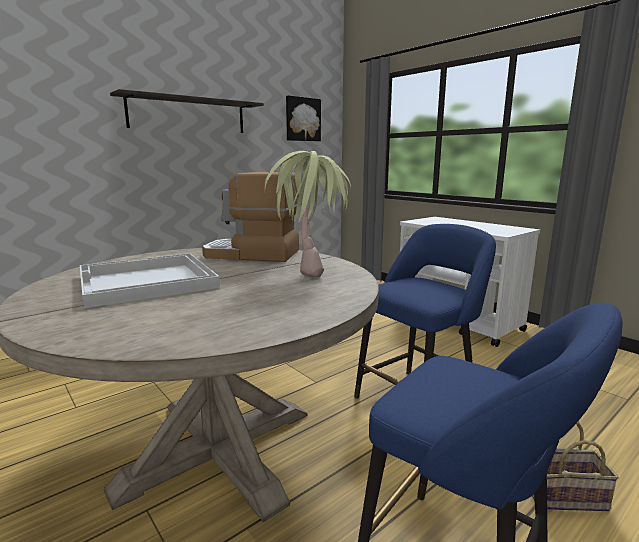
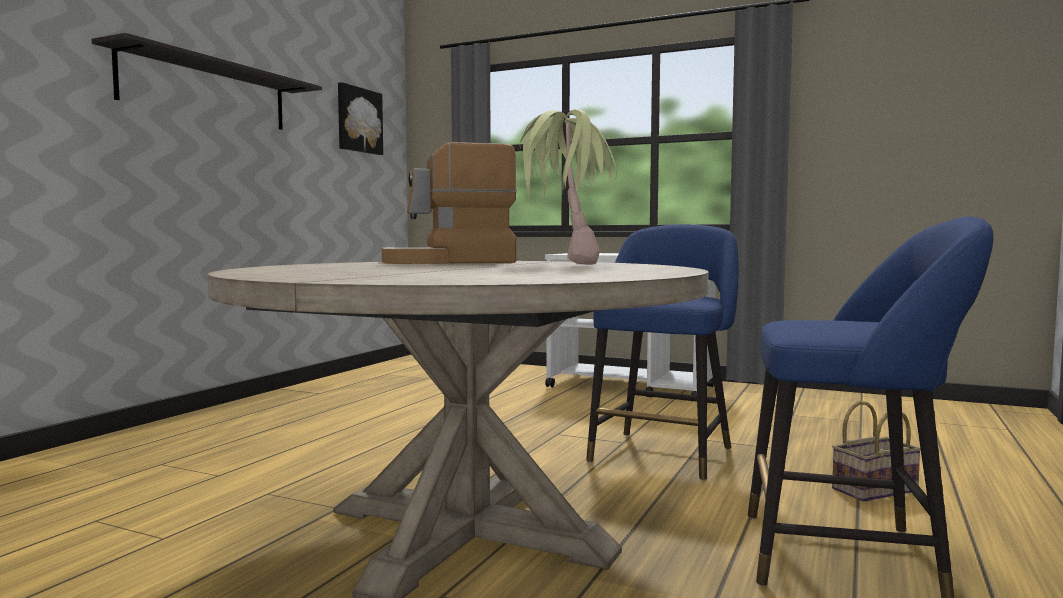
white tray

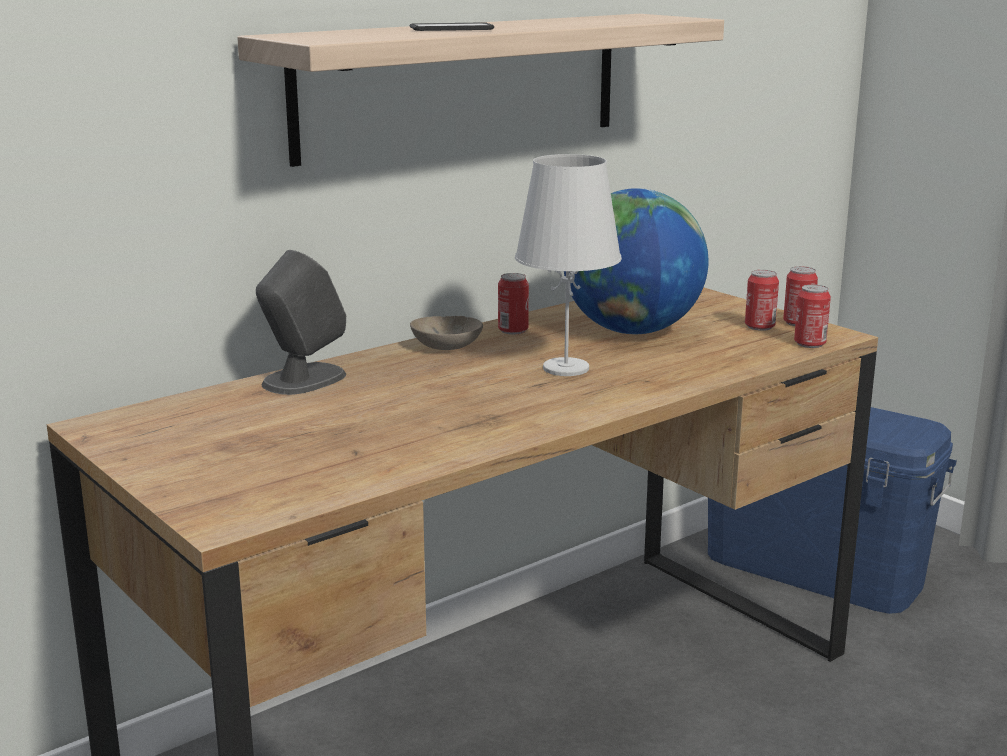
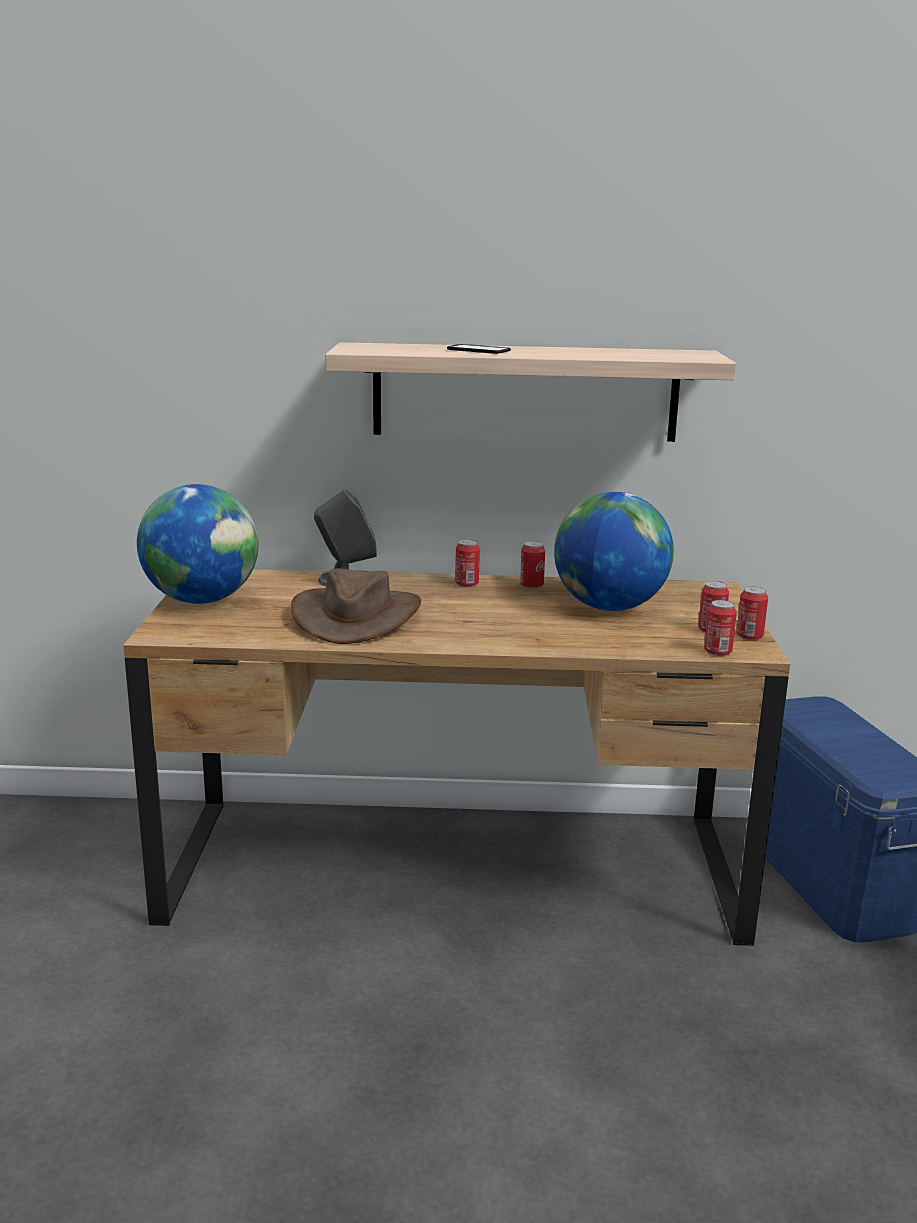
white table lamp; can (1st from left); globe (1st from left); brown hat

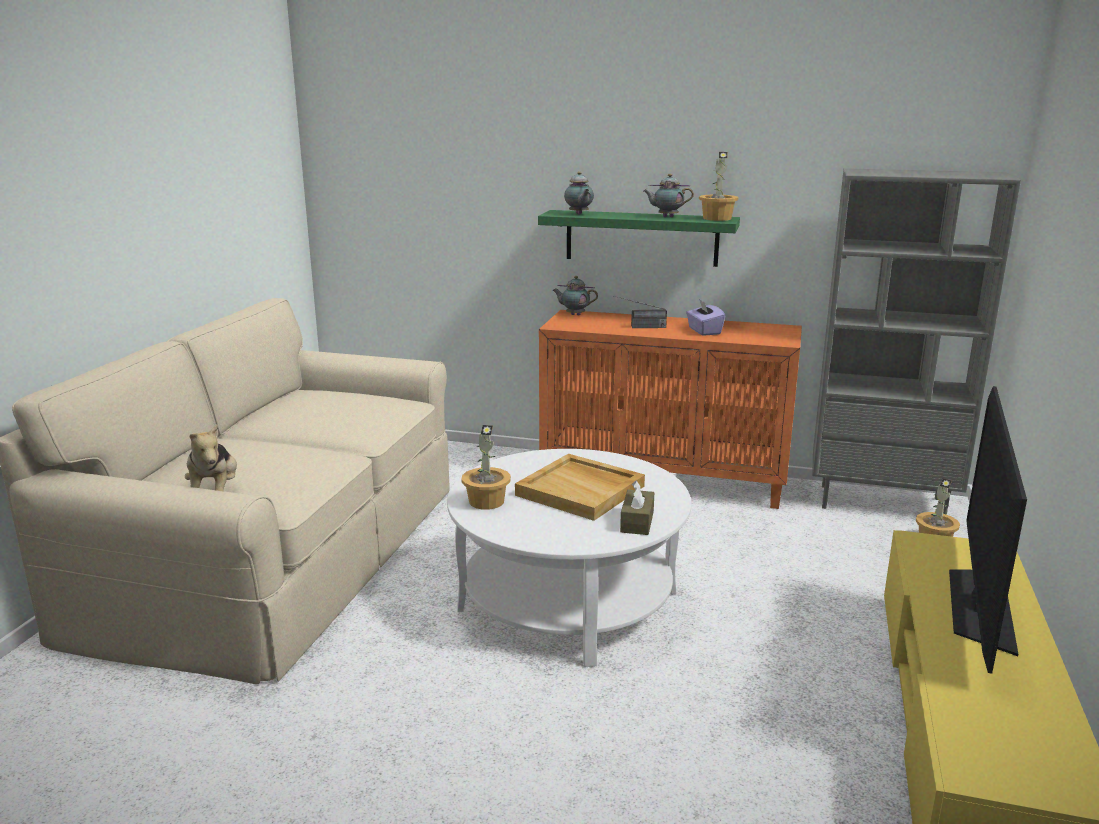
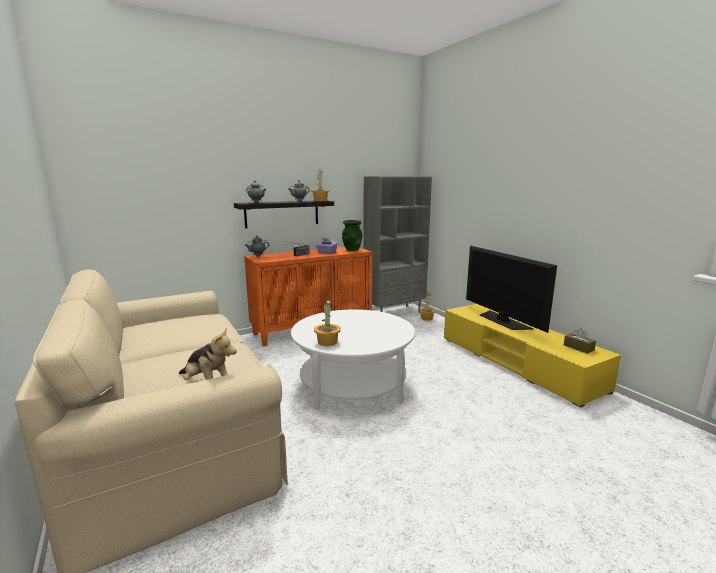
black shelf; beige tray; brown tissue box; green vase

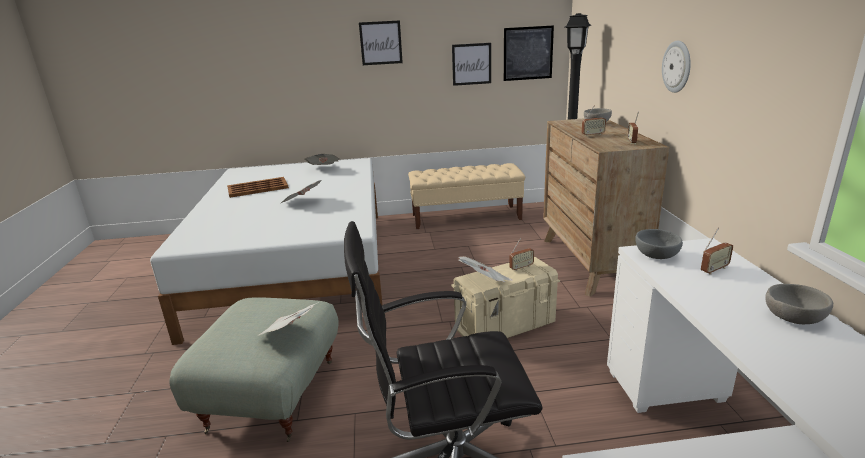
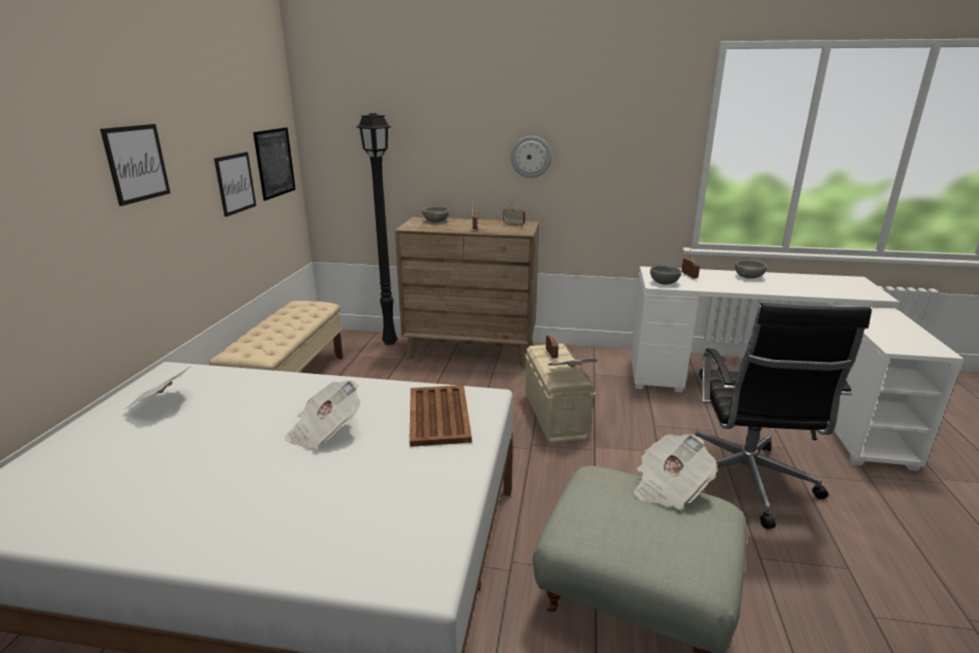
brown tray

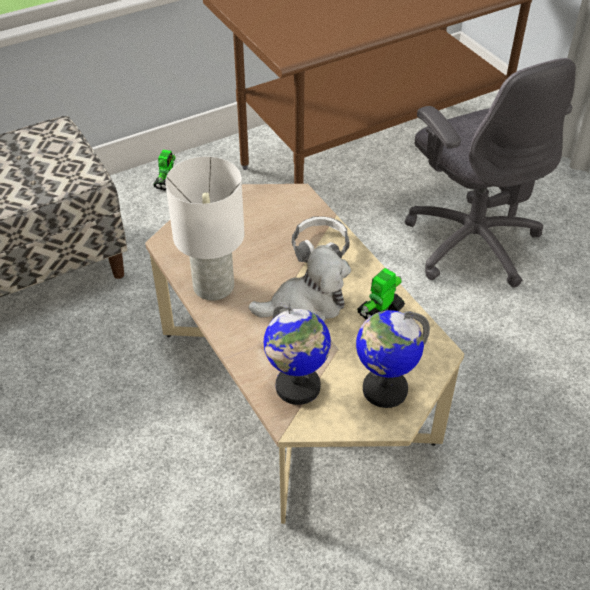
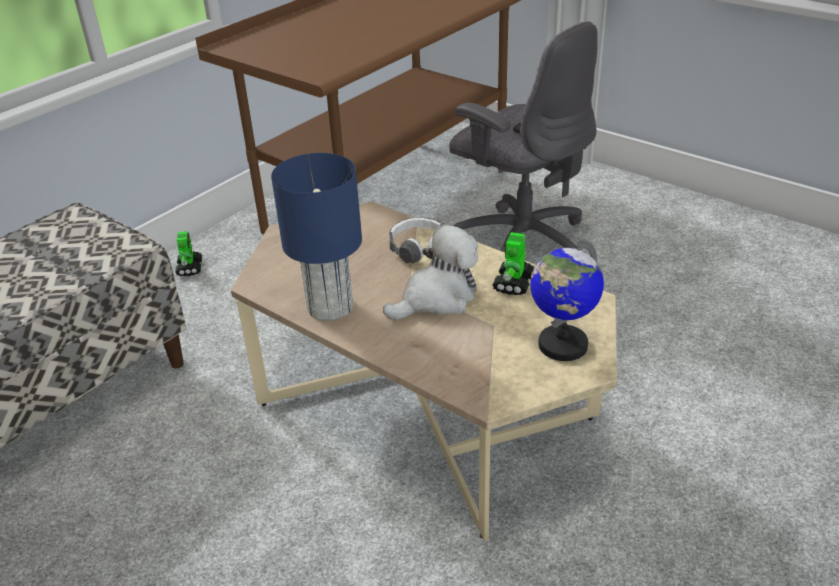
blue table lamp; globe (1st from left in the first image)

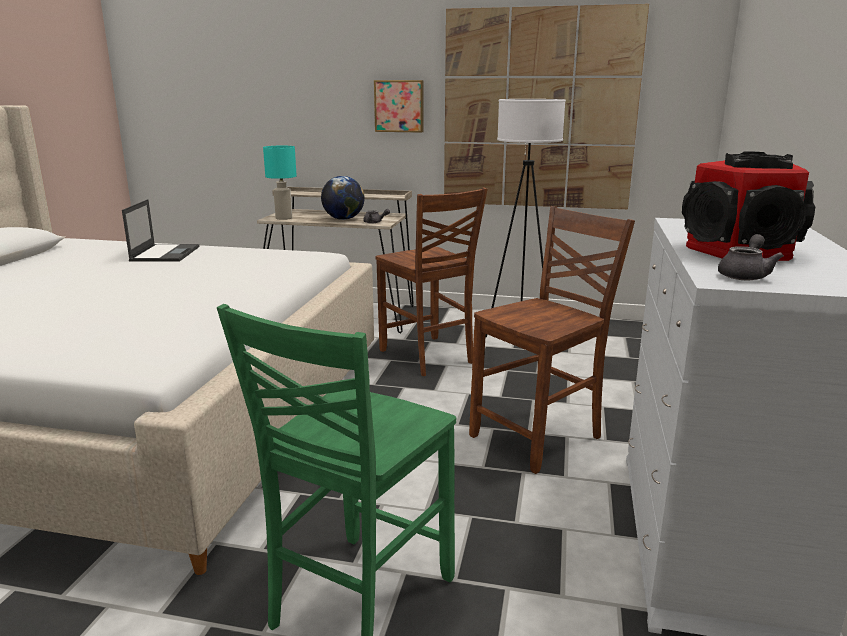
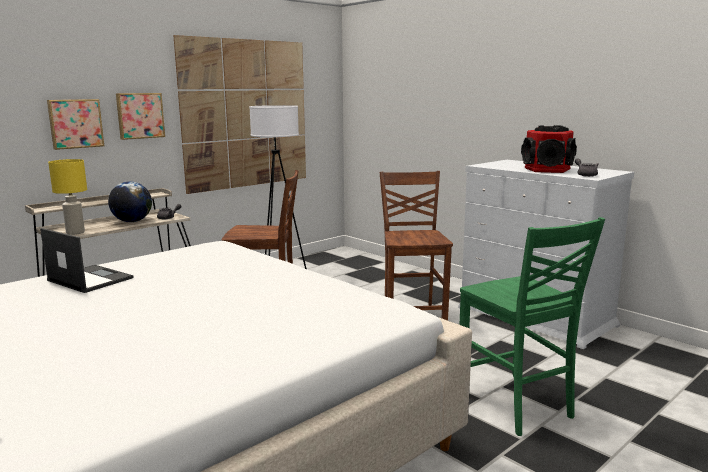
yellow table lamp; picture (1st from left)

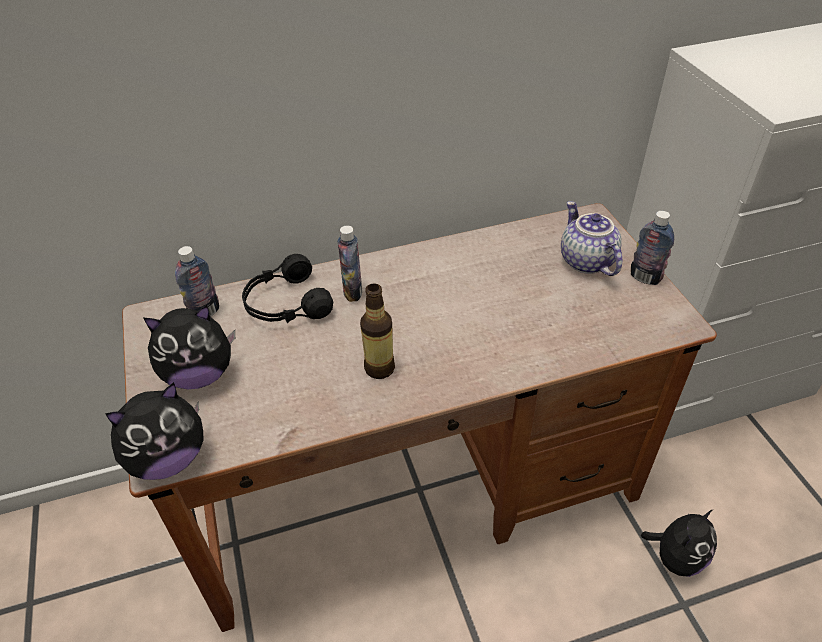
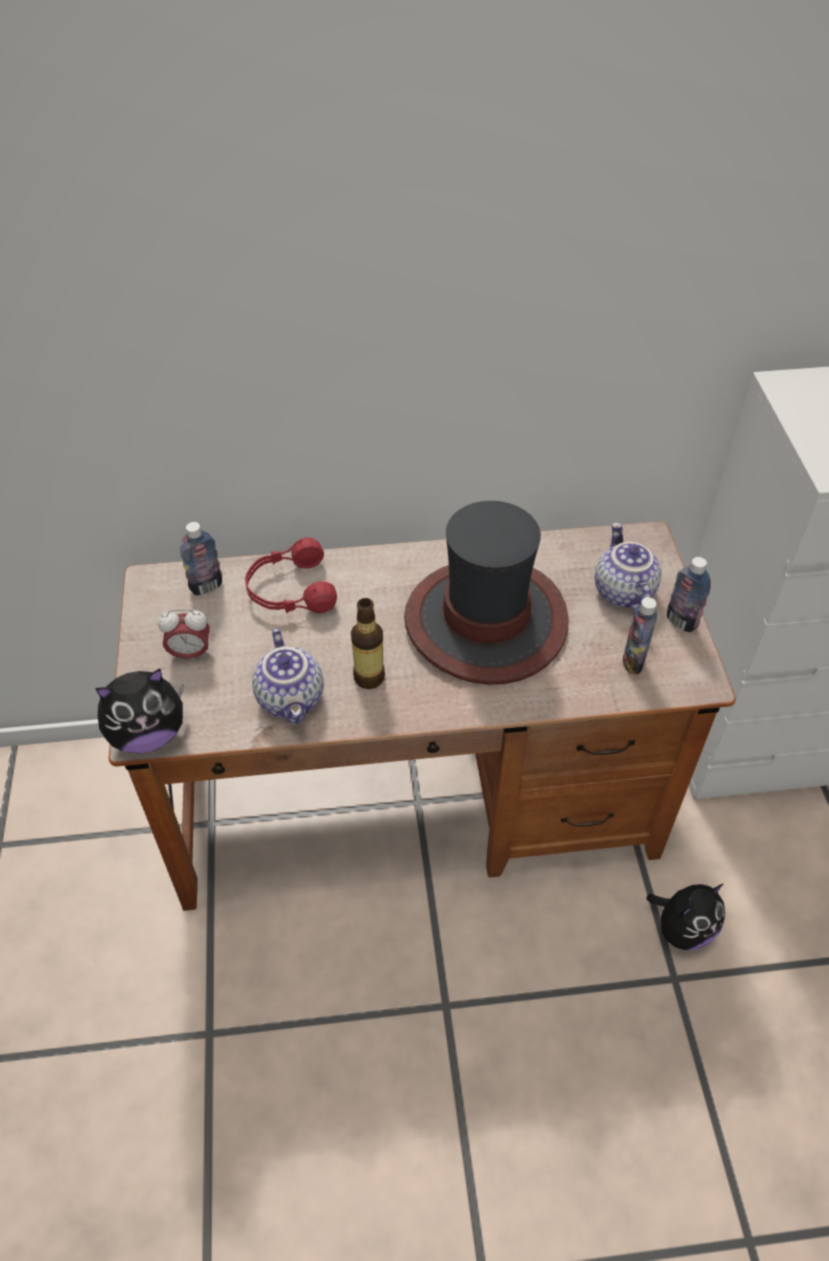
bottle (3rd from left); red headphones; alarm clock; hat; teapot (1st from left)

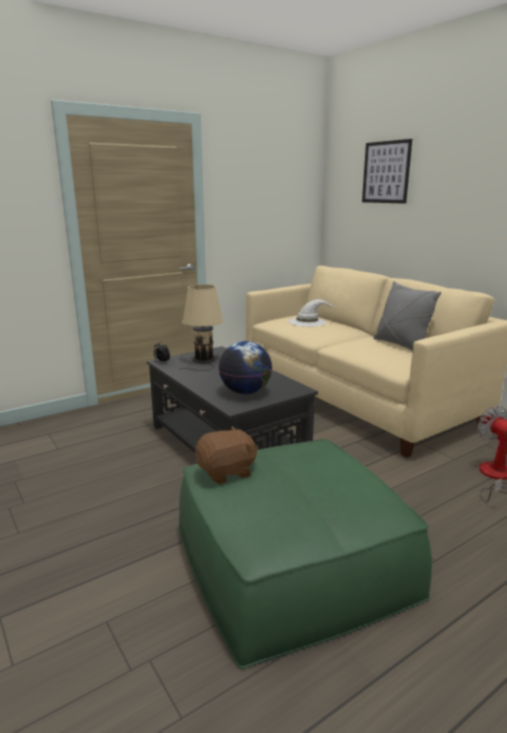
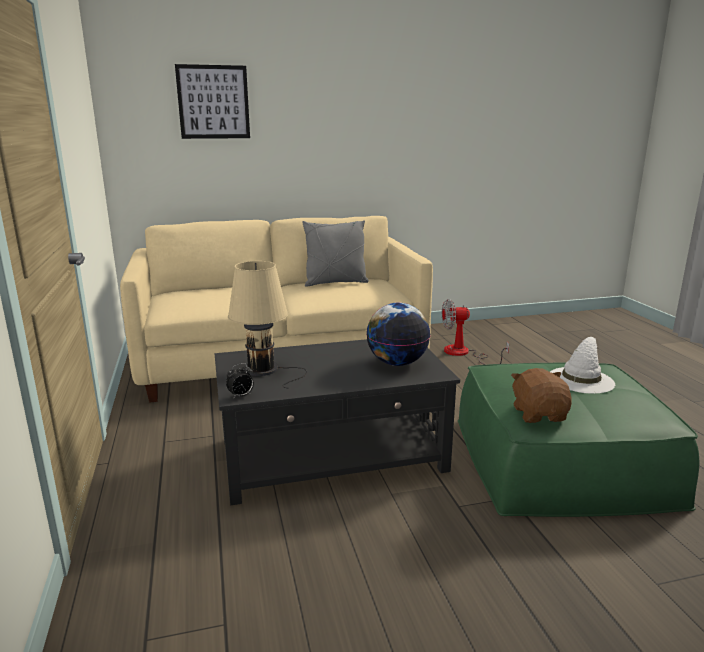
white hat

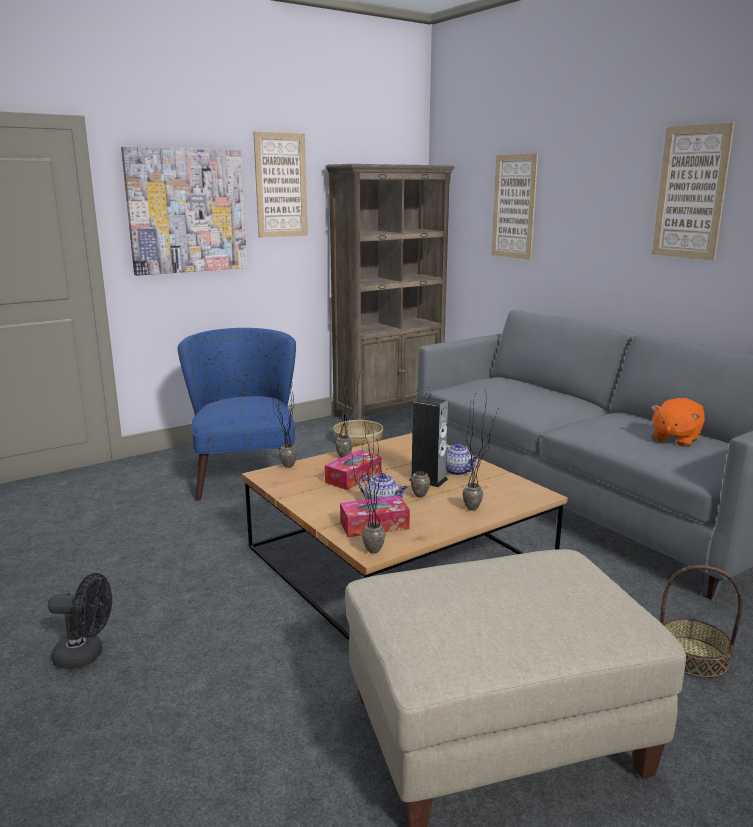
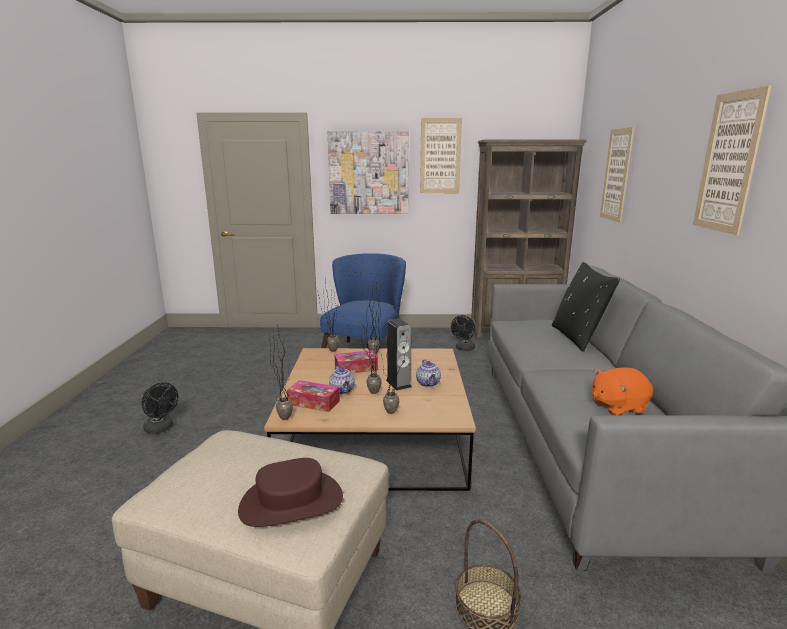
black fan (2nd from left); black pillow; brown hat

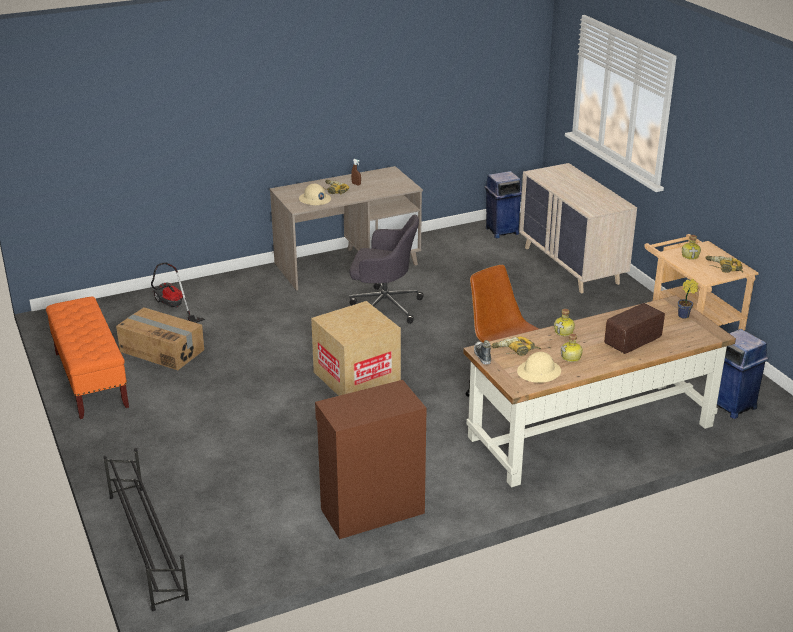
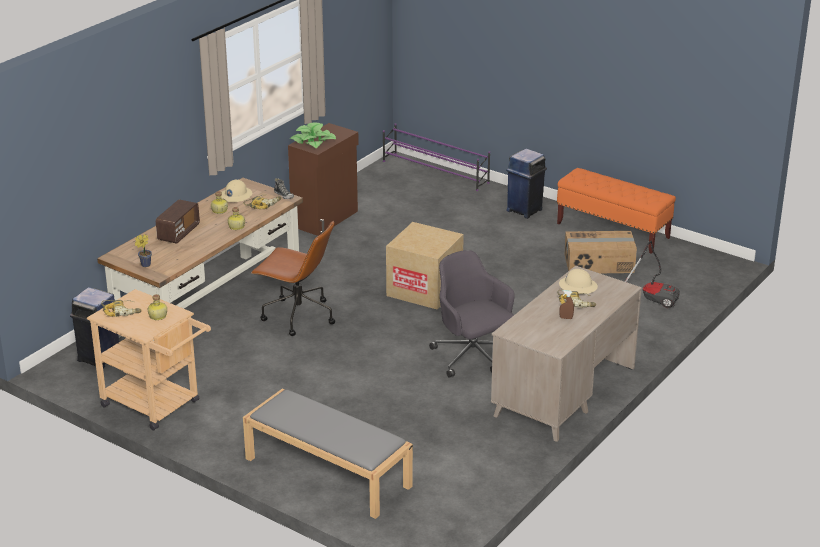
grey bench; blue trash can (2nd from left); grey office chair; purple shoe rack; potted plant (2nd from left)

